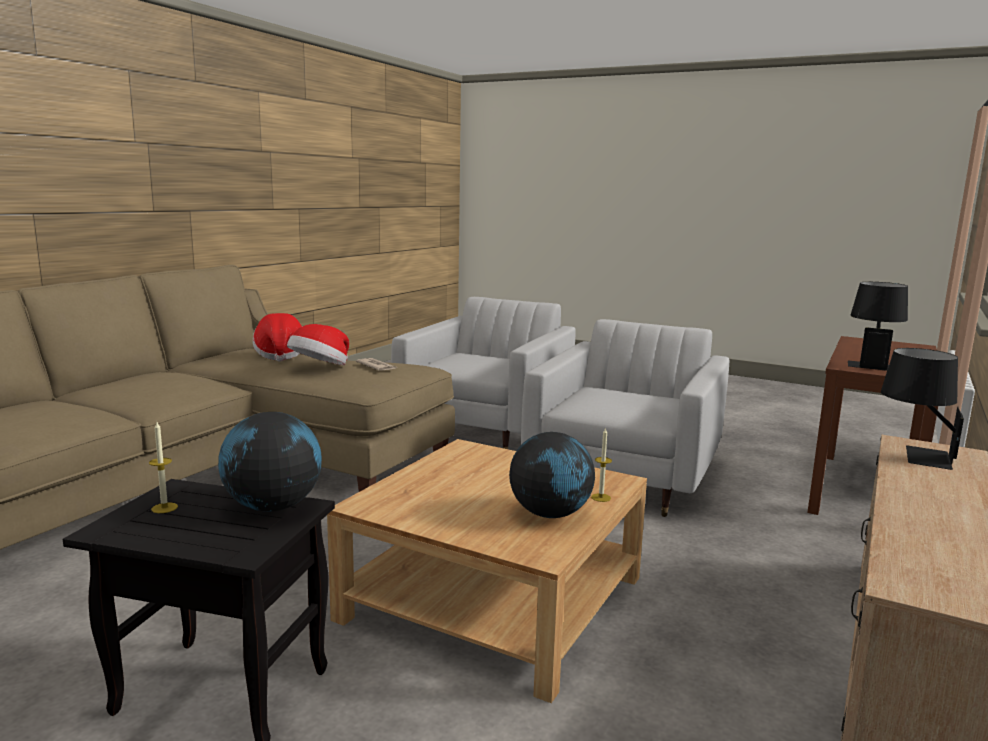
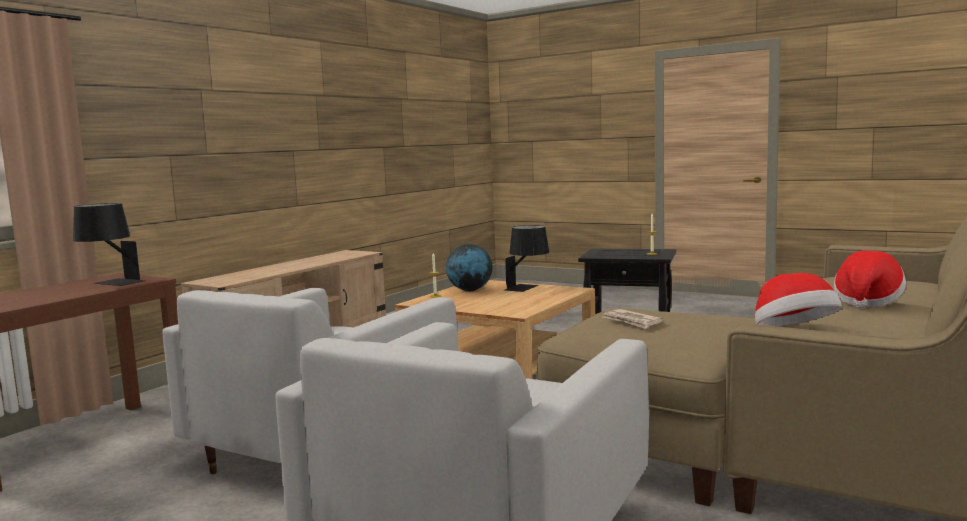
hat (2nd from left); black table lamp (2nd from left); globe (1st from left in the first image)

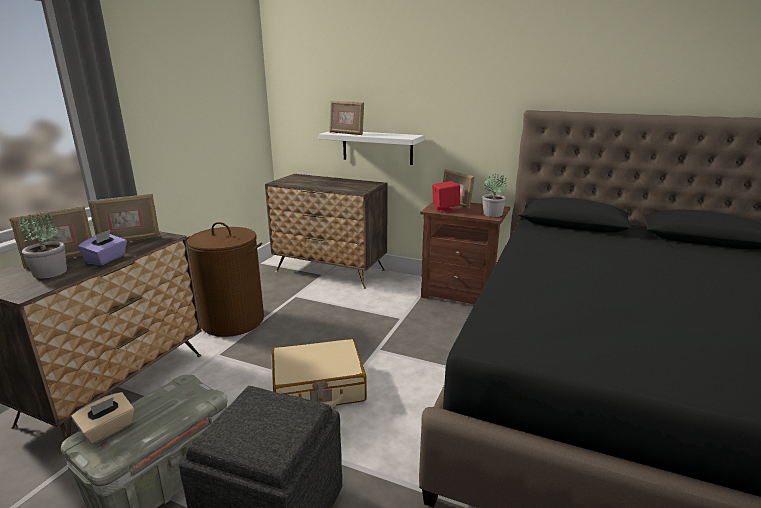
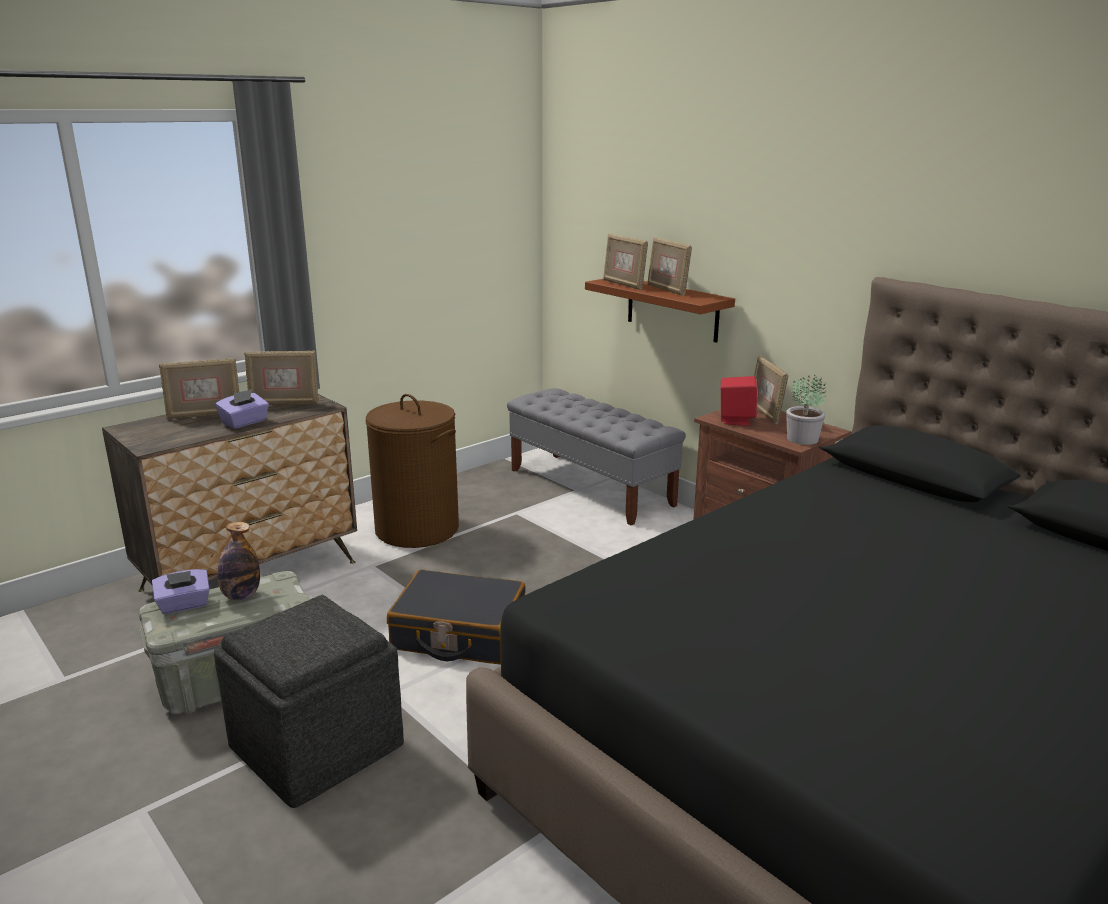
brown shelf; grey bench; potted plant (1st from left in the first image); black suitcase; purple tissue box (1st from left); picture frame (4th from left); bottle

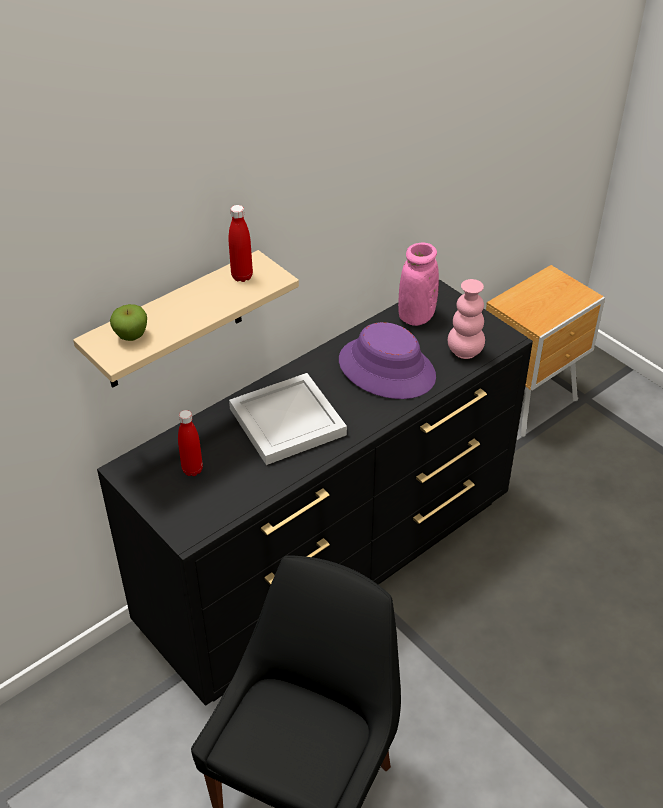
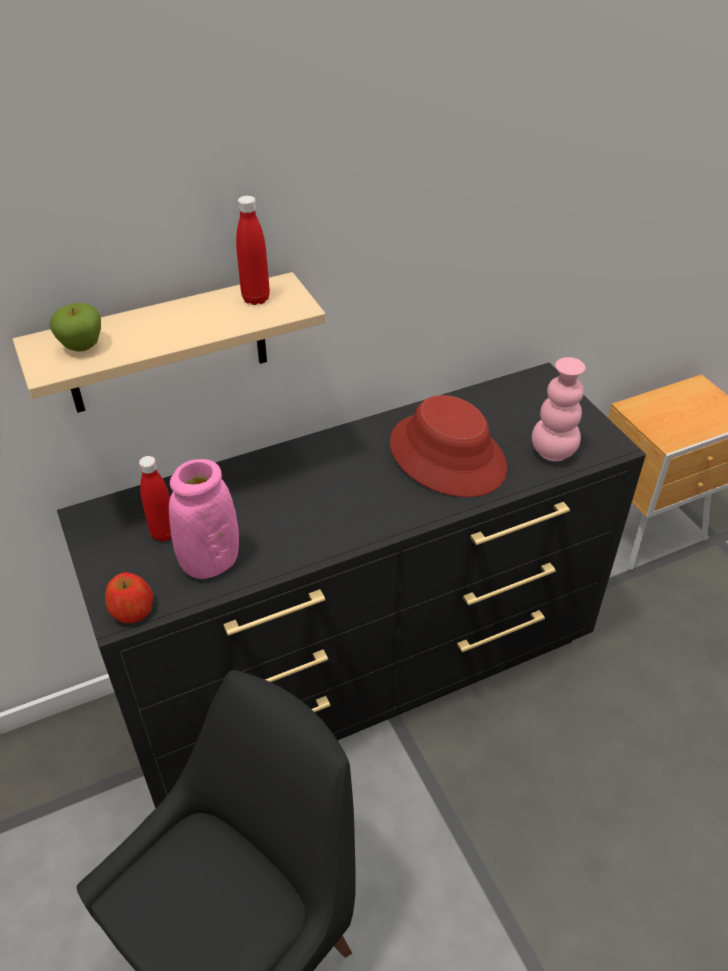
pink vase (1st from left); red hat; white tray; apple (2nd from left)

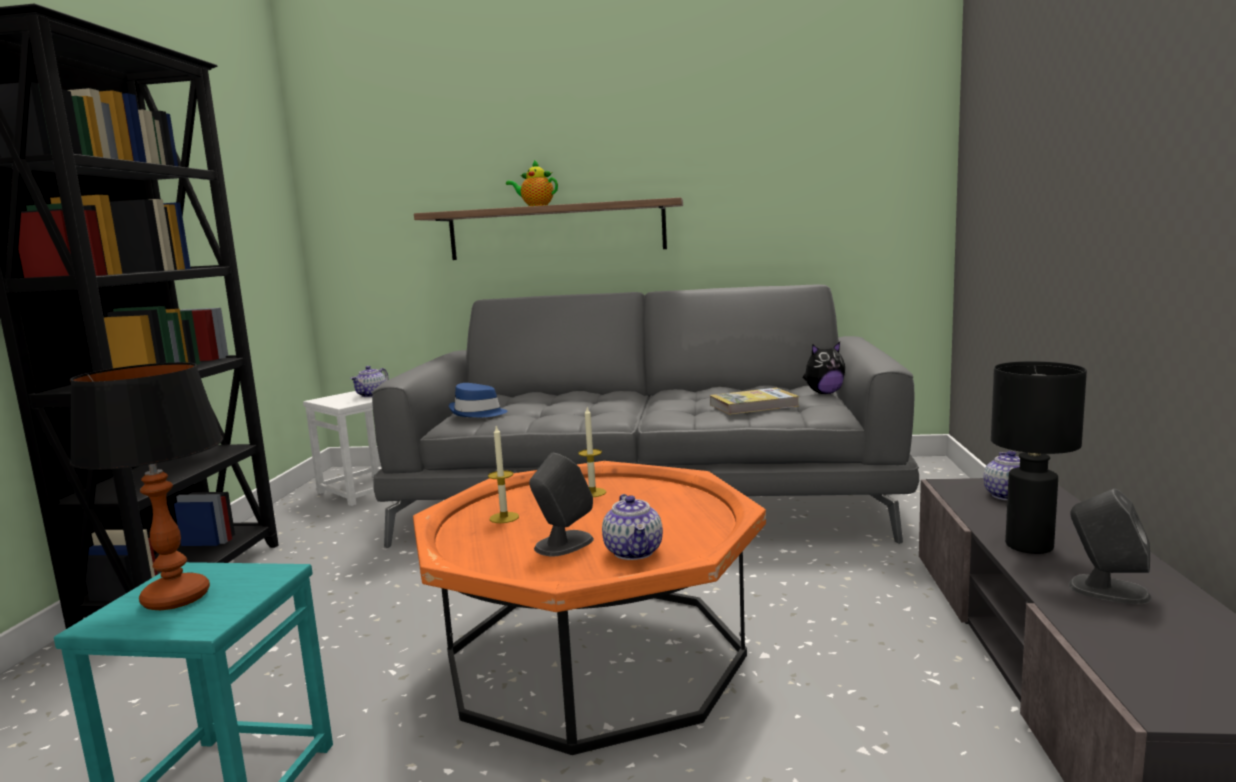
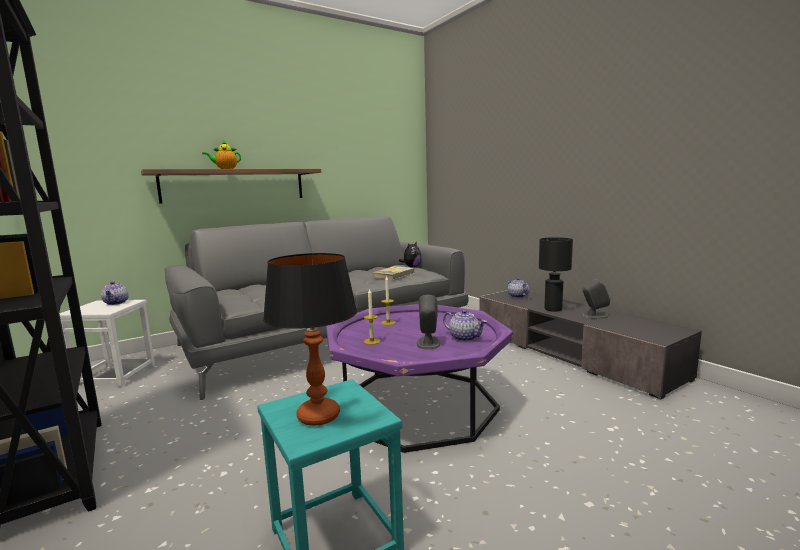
blue hat; purple coffee table

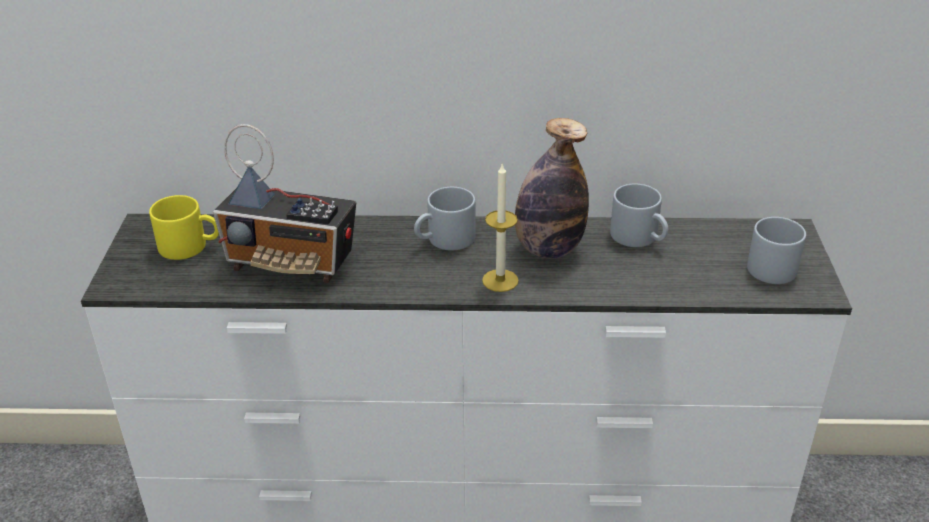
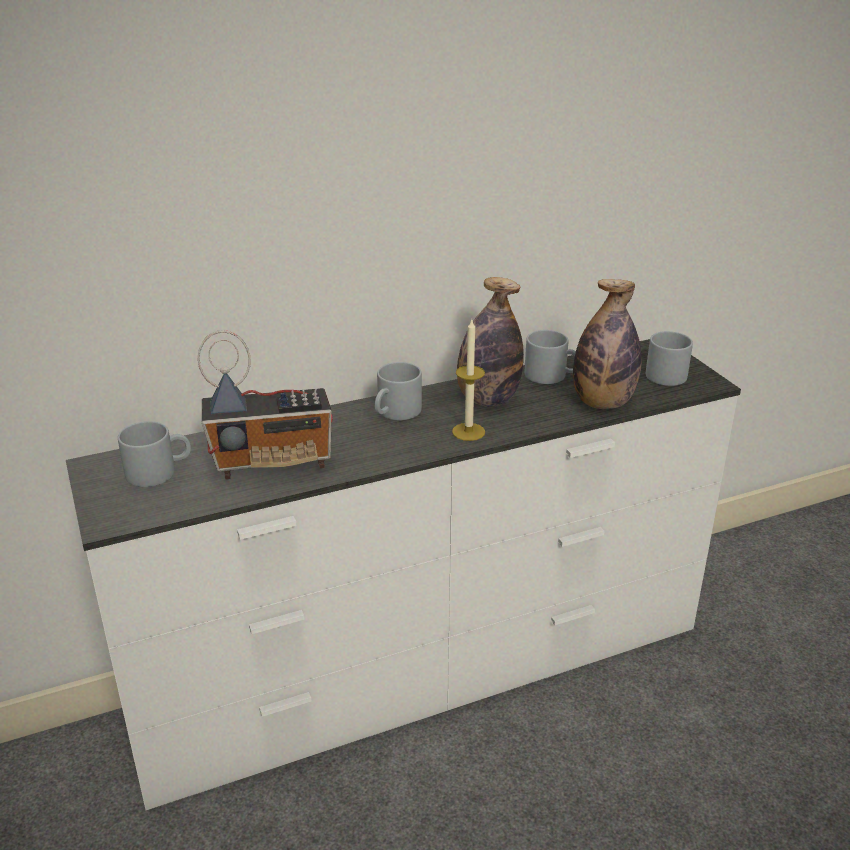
grey mug (1st from left); bottle (2nd from left)

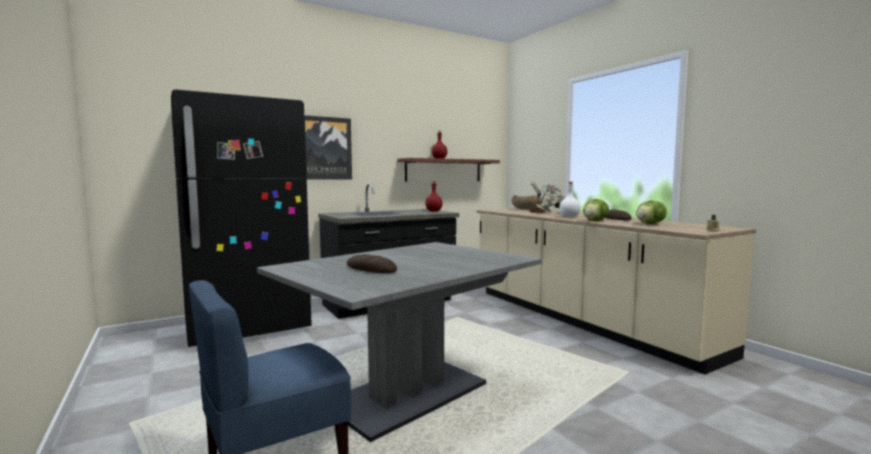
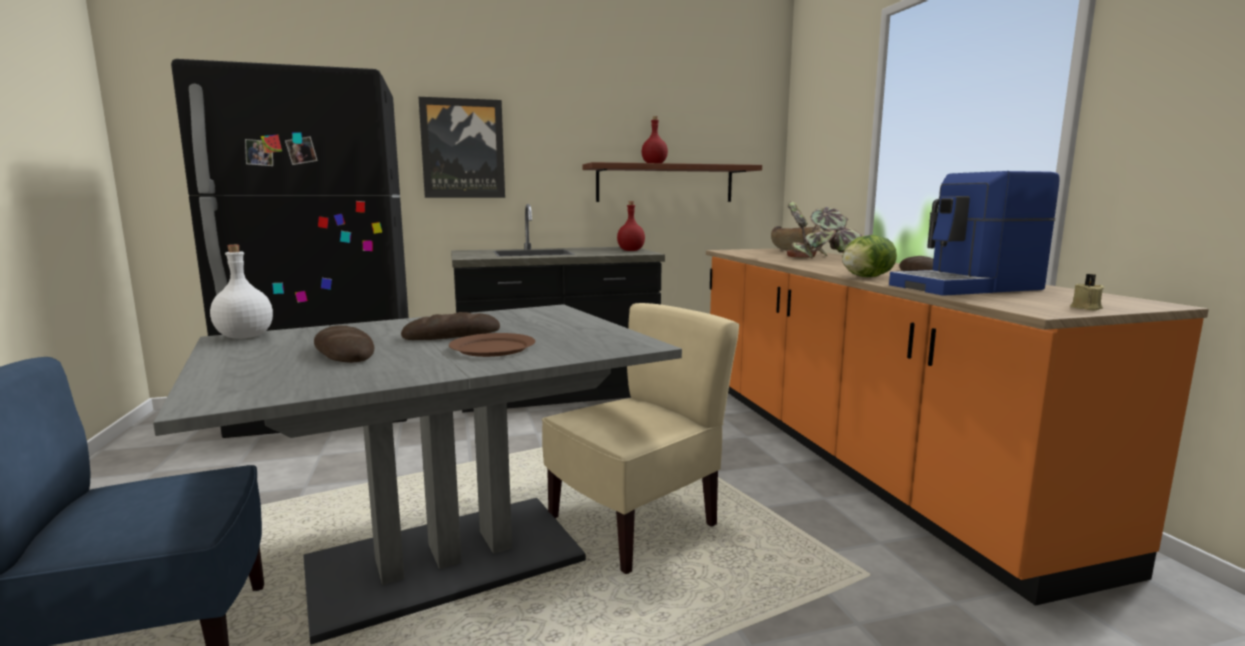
white bottle; coffee machine; orange counter; beige chair; bread (2nd from left); brown plate

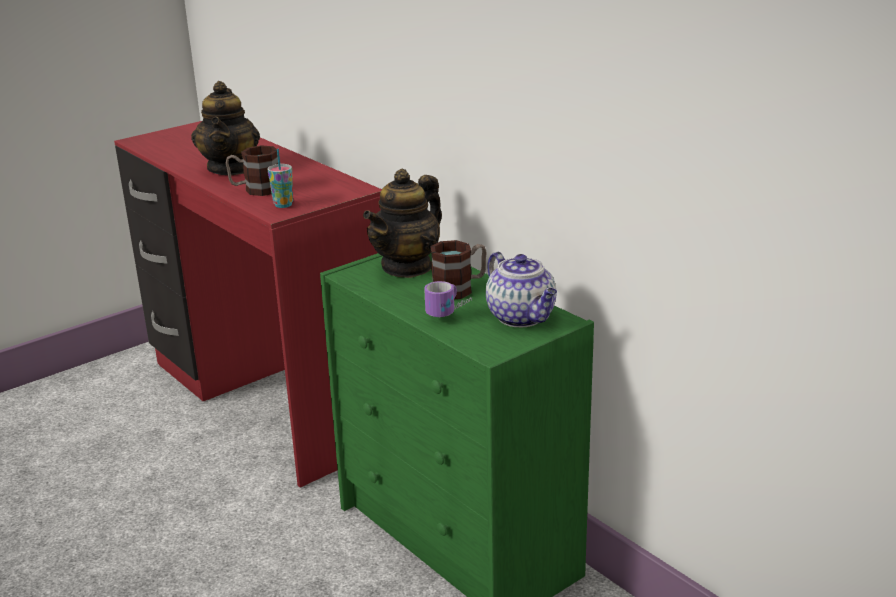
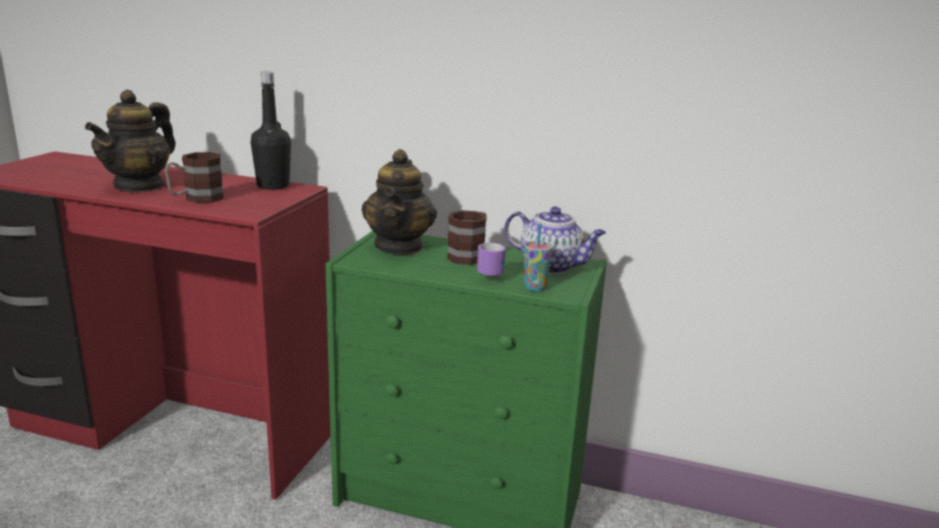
teapot (1st from left); cup; black bottle

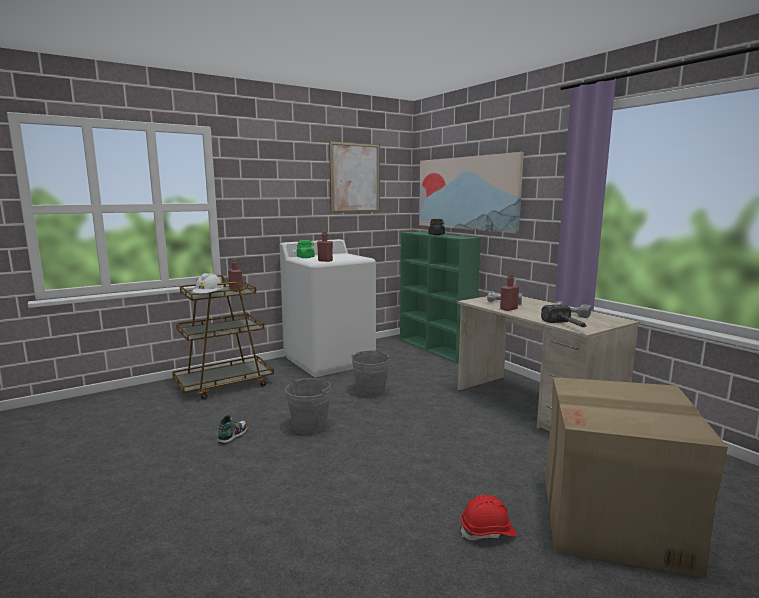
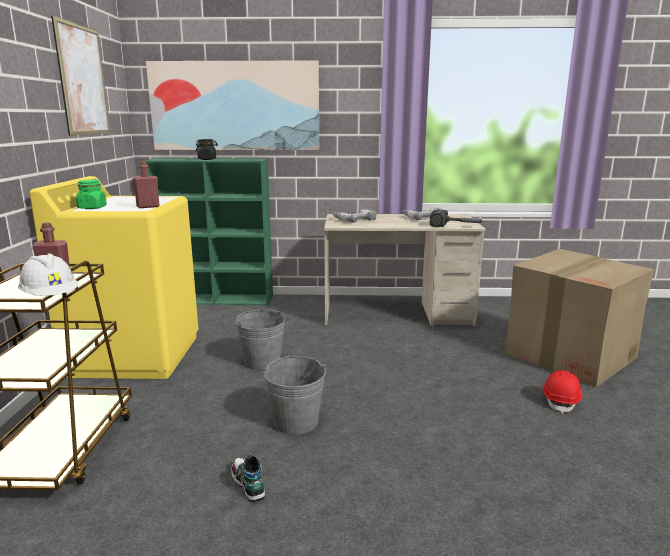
yellow washing machine; red bottle (3rd from left in the first image)

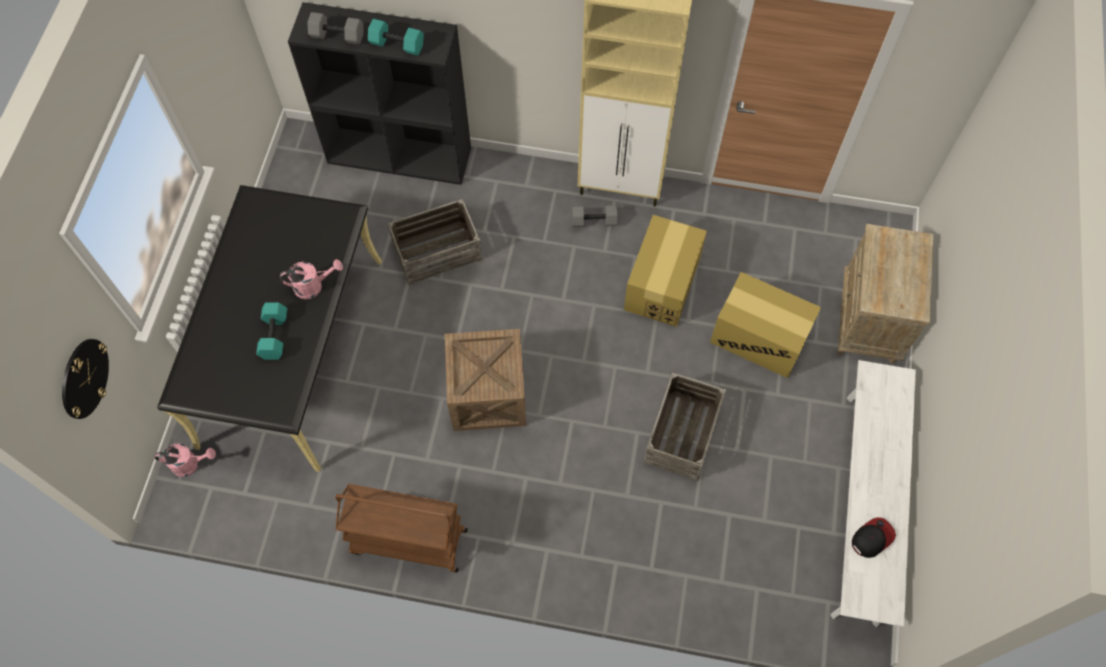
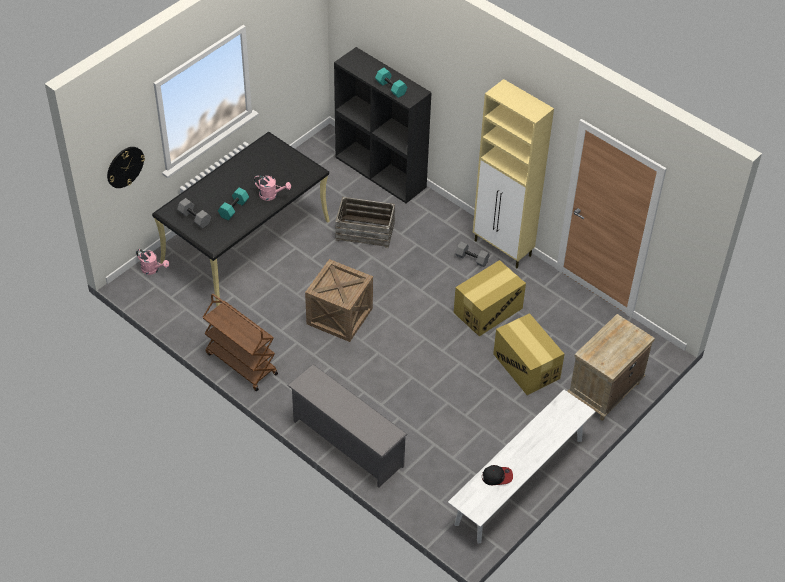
grey dumbbell (1st from left); crate (3rd from left in the first image); grey shoe rack

